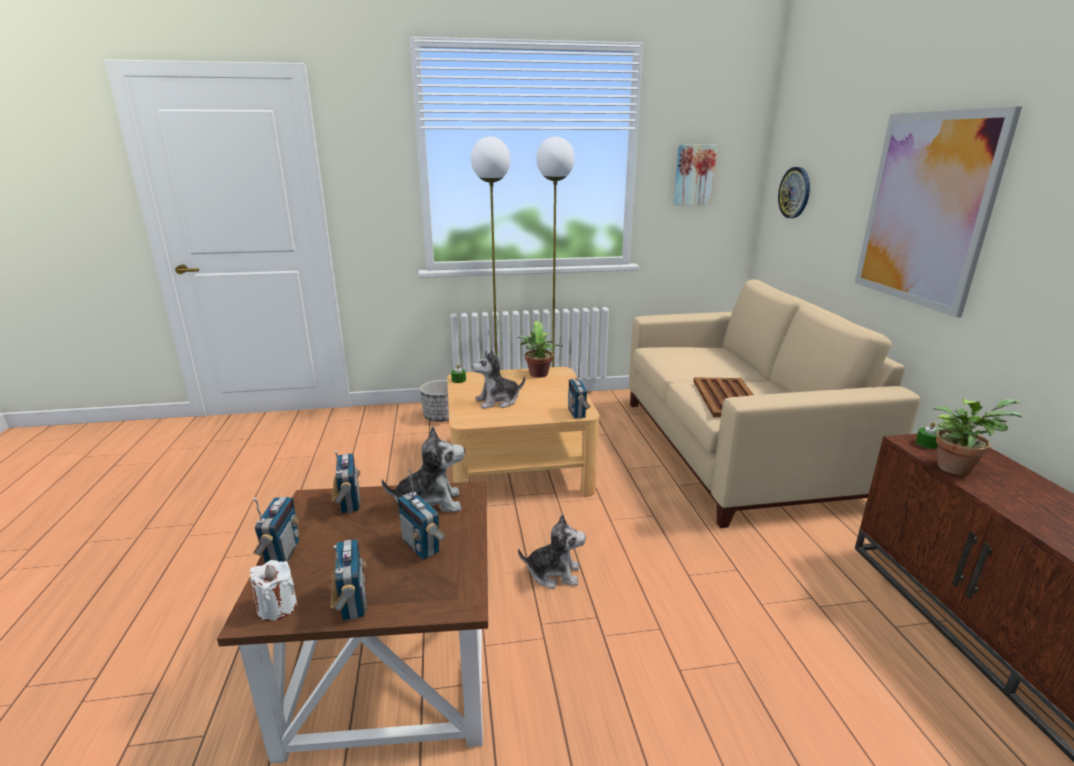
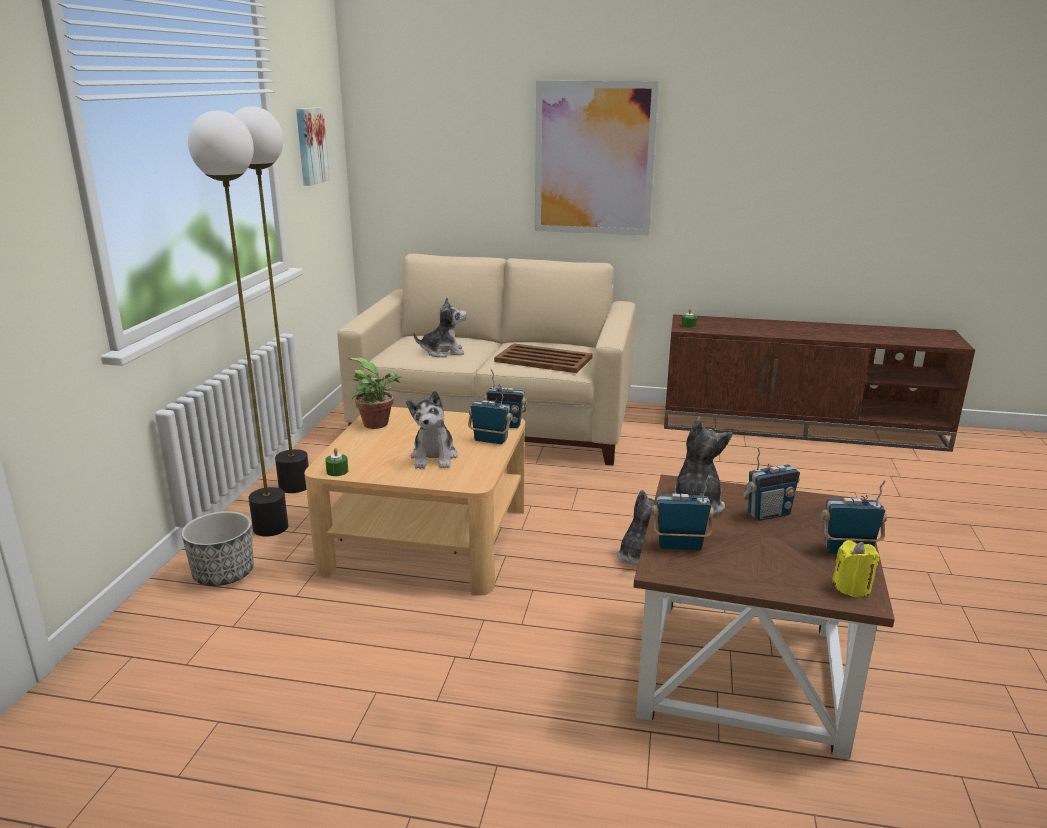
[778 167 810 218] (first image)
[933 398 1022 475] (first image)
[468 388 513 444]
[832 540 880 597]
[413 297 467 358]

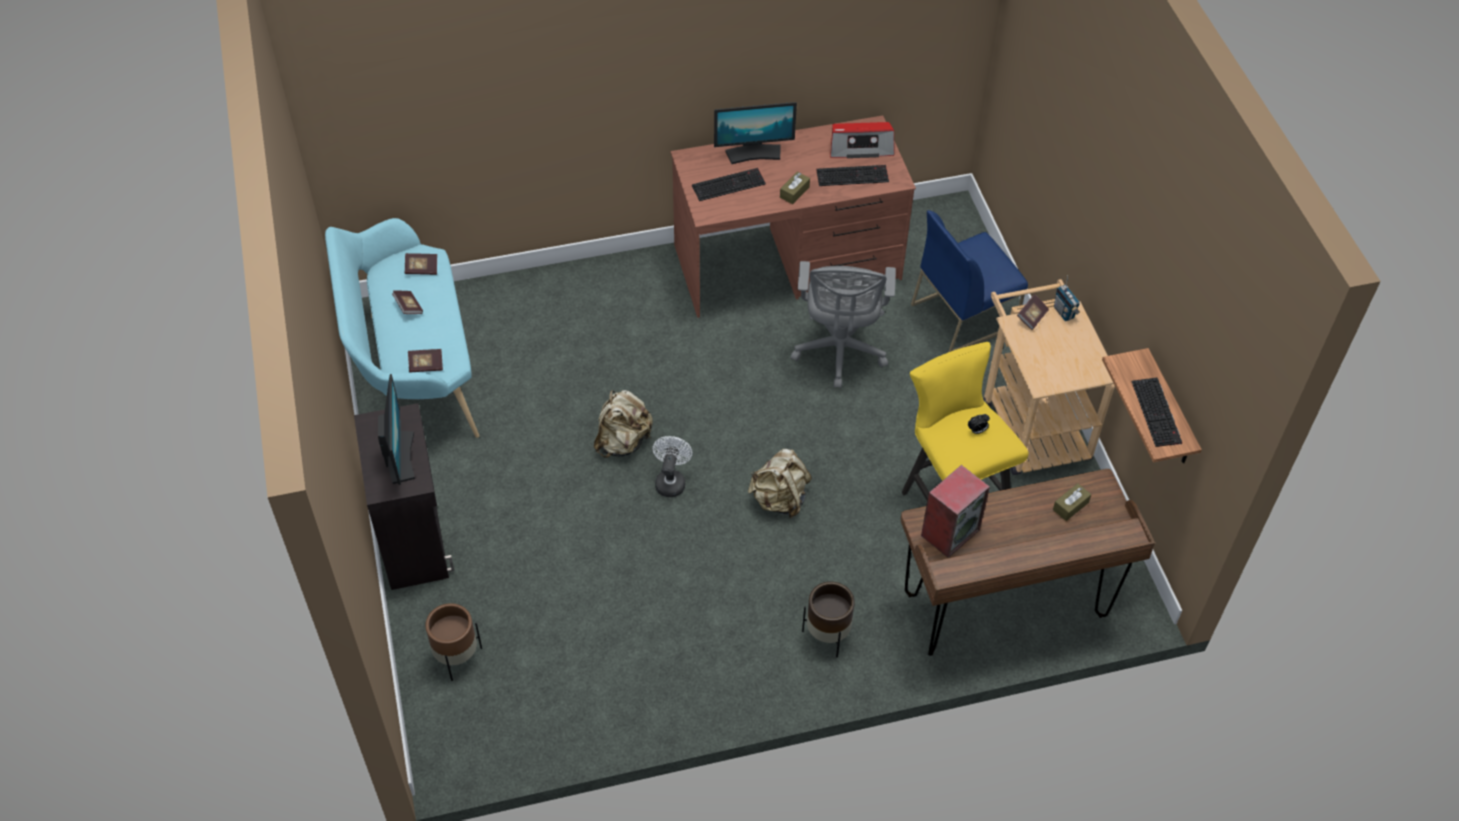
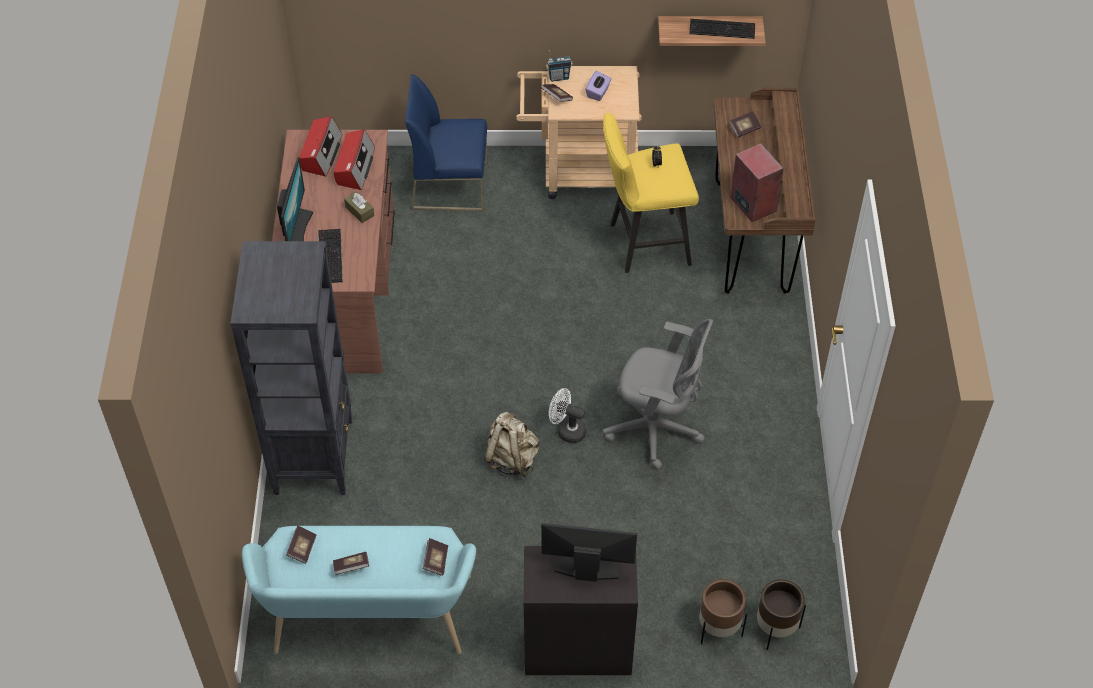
[334 129 375 190]
[405 74 487 212]
[603 319 713 470]
[748 449 812 518] (first image)
[729 111 761 138]
[757 579 806 650]
[585 71 611 101]
[230 241 352 495]

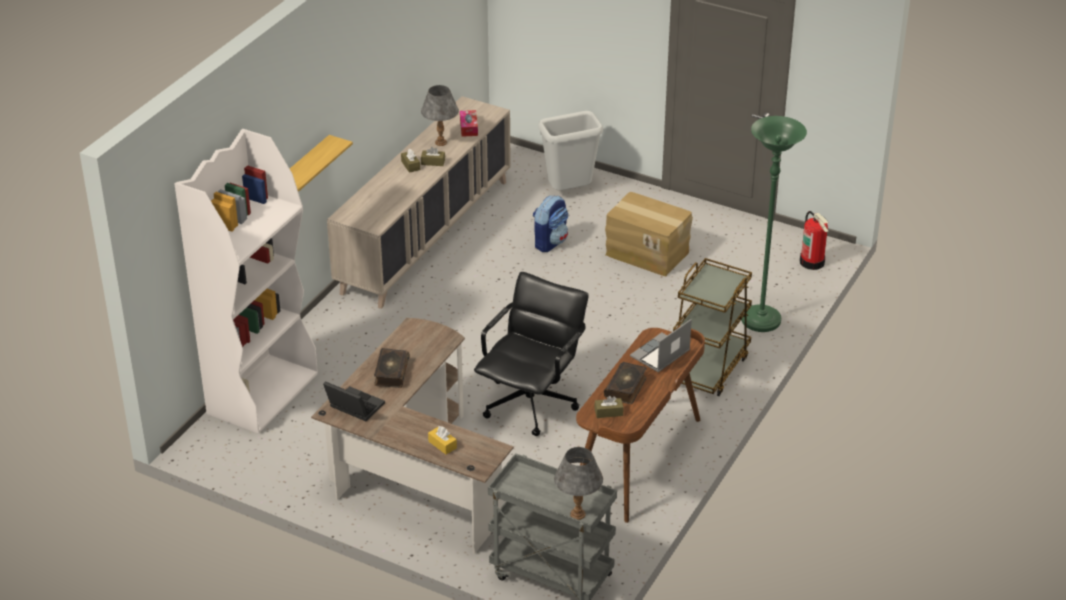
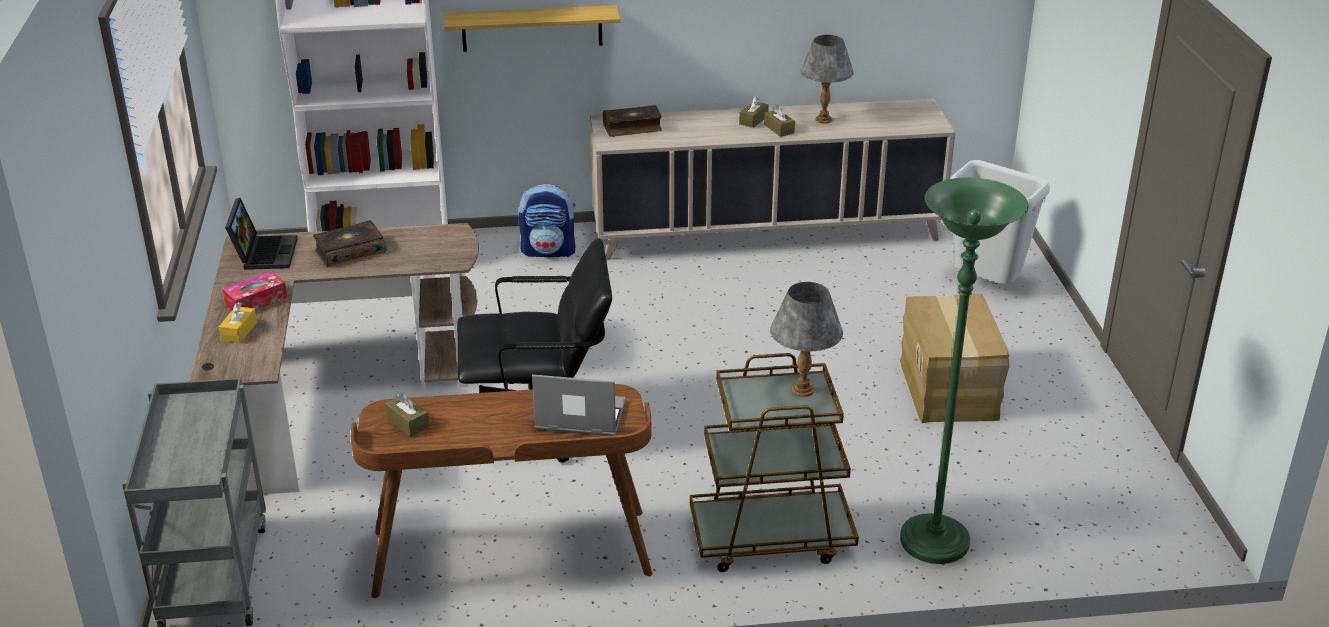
[223 271 287 310]
[519 184 575 257]
[800 211 829 270] (first image)
[603 105 662 137]
[770 282 843 397]

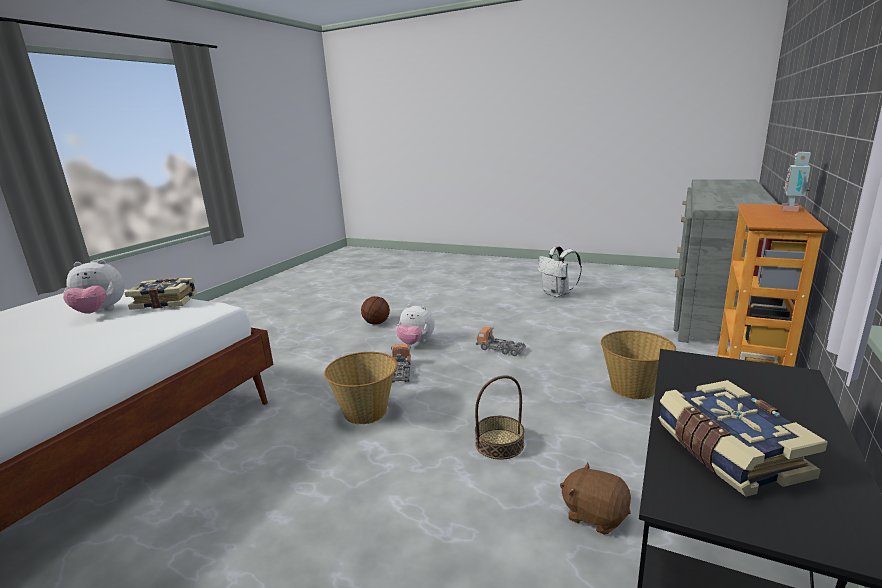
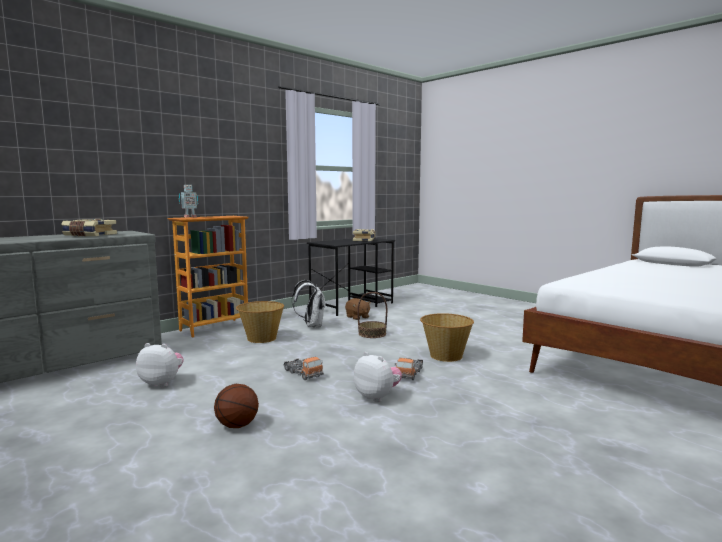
[292 280 326 328]
[136 343 184 387]
[61 219 117 237]
[214 384 259 428]

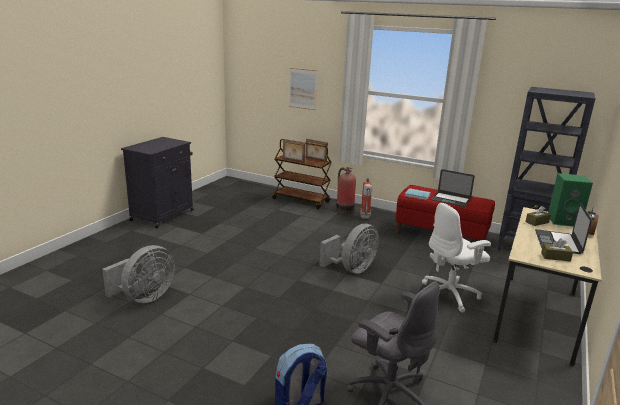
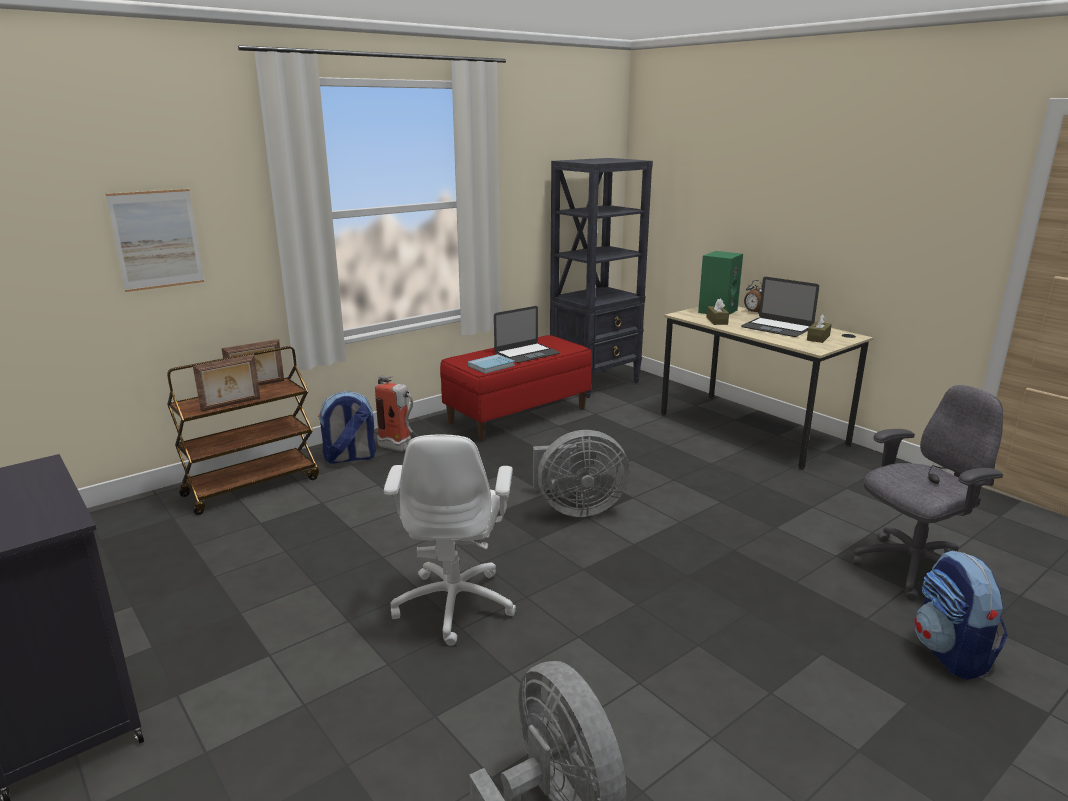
[318 391 376 464]
[384 435 516 646]
[533 430 629 517]

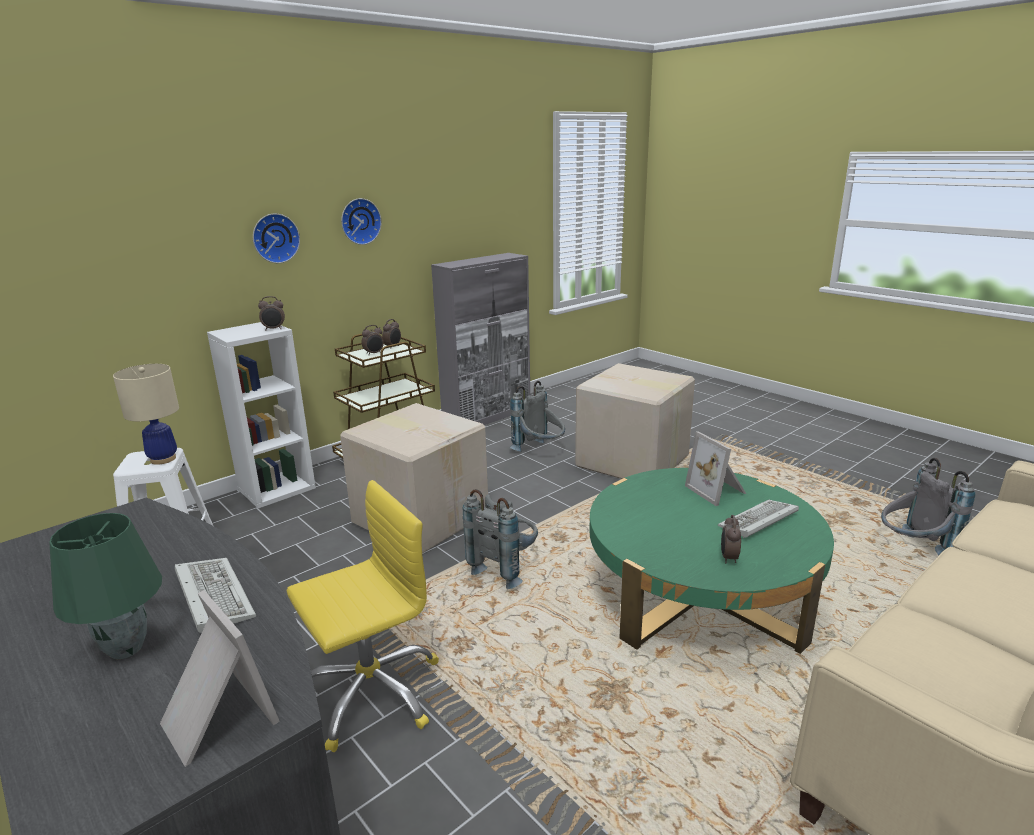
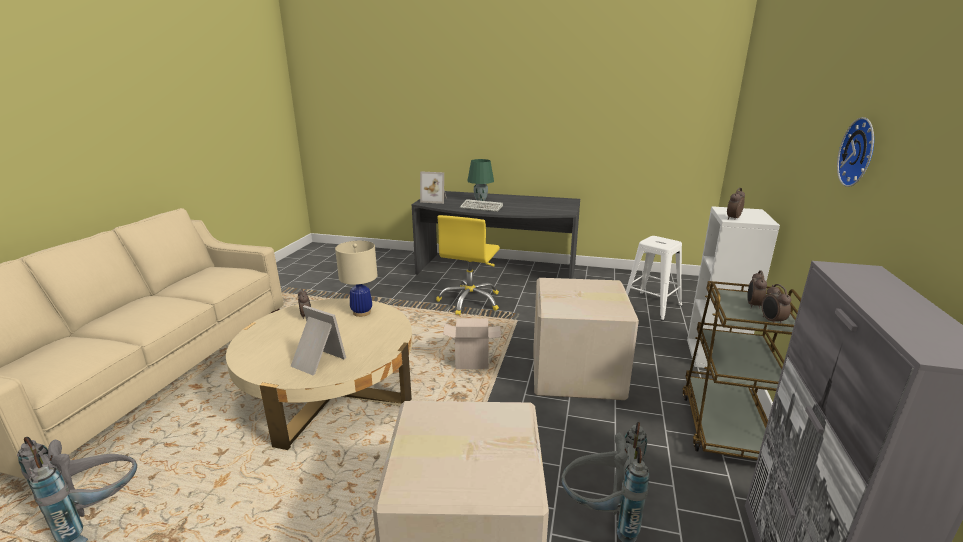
[253 213 300 263] (first image)
[335 241 378 317]
[226 298 412 450]
[443 319 501 369]
[718 500 799 538] (first image)

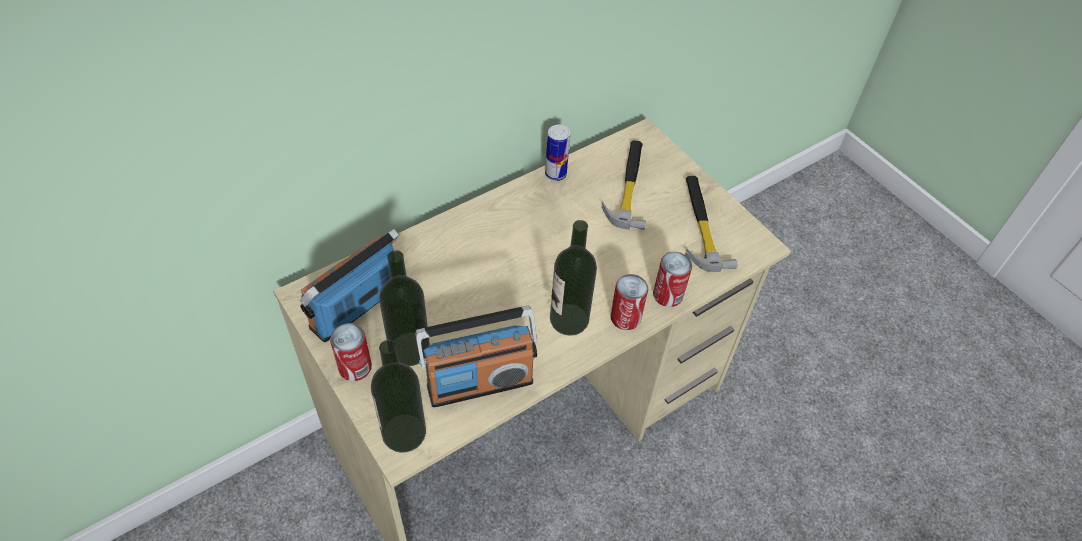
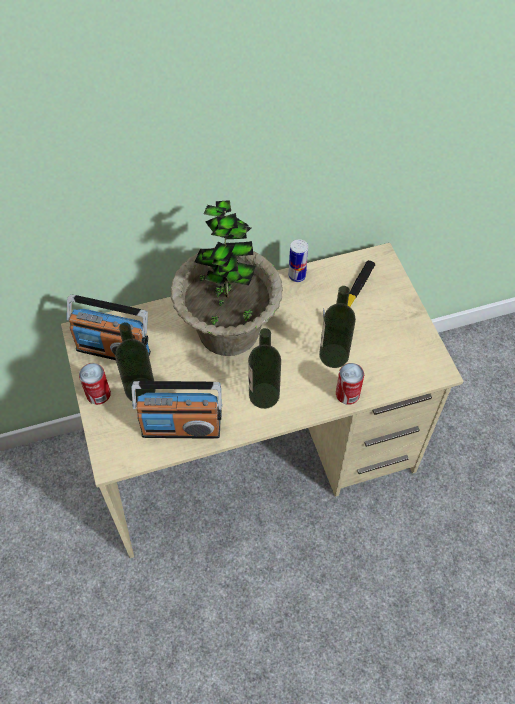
[685 176 737 272] (first image)
[67 294 151 360]
[610 274 648 330] (first image)
[319 286 356 368]
[171 200 283 356]

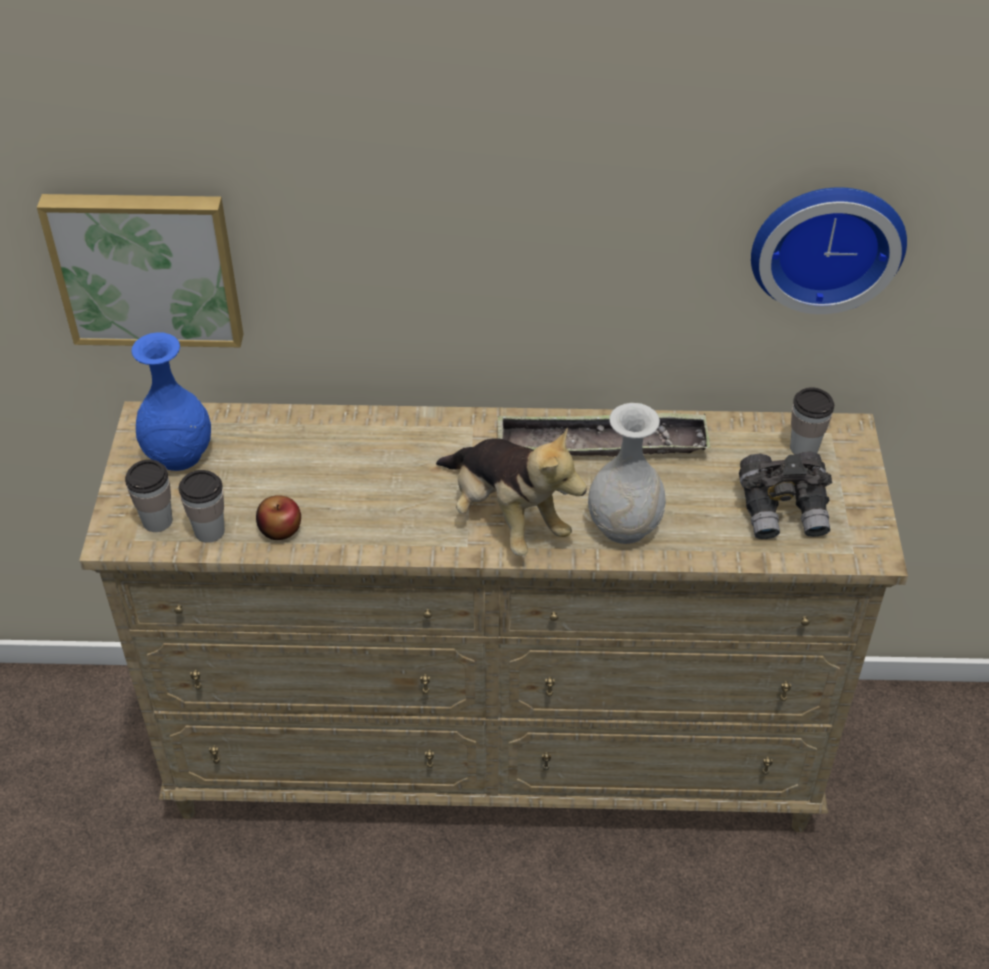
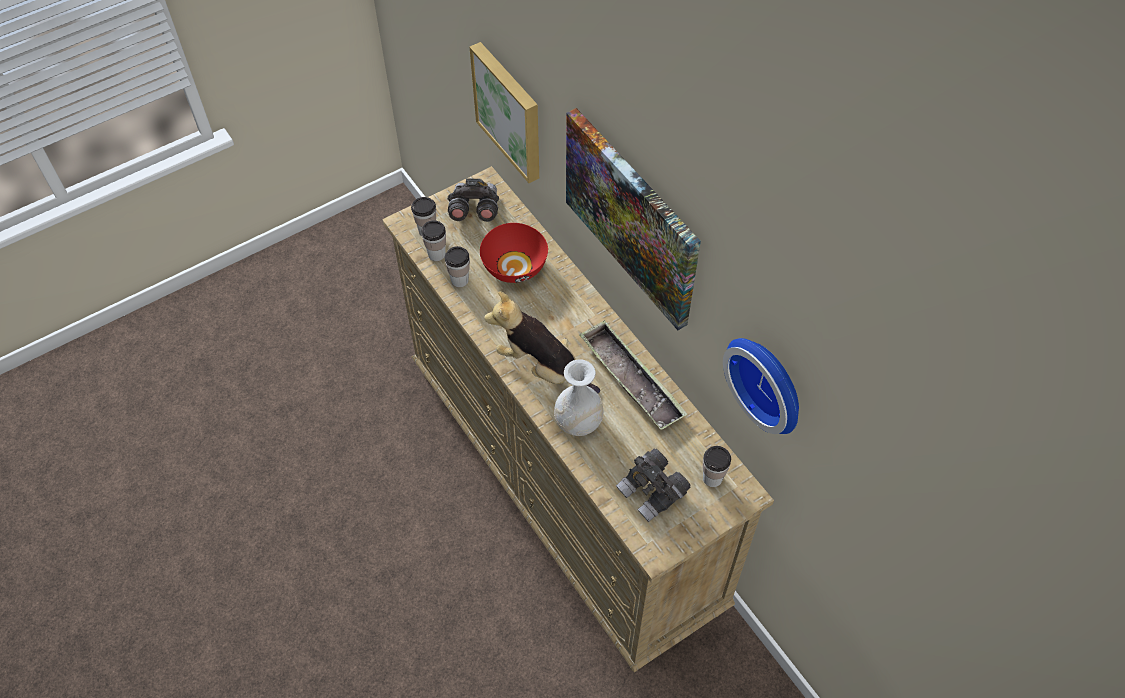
[448 178 499 222]
[484 291 600 394]
[445 246 470 287]
[566 108 701 330]
[480 223 548 283]

